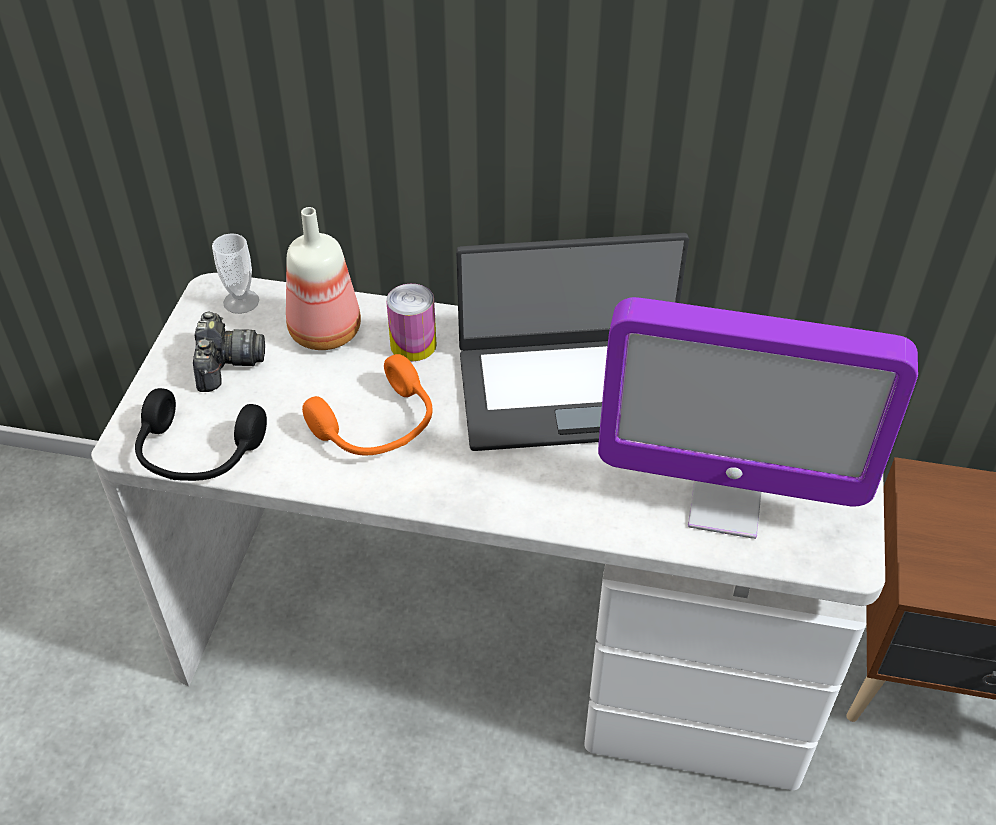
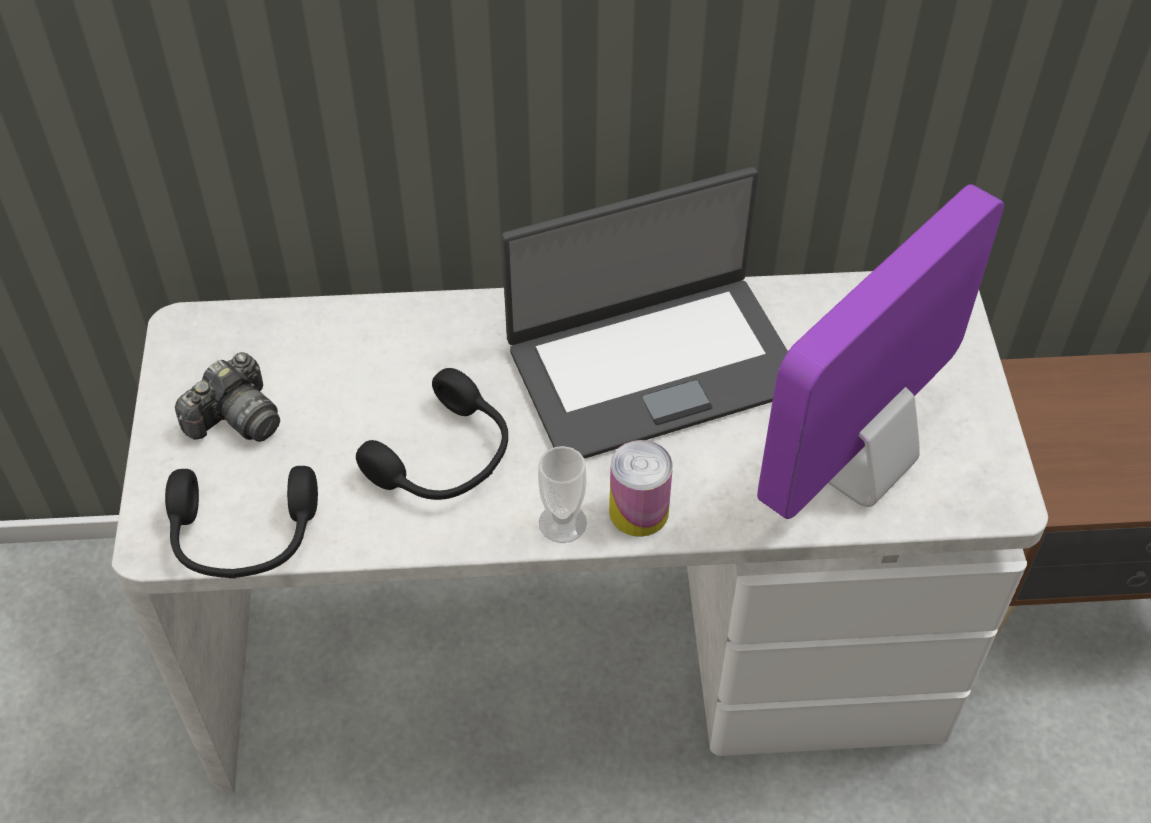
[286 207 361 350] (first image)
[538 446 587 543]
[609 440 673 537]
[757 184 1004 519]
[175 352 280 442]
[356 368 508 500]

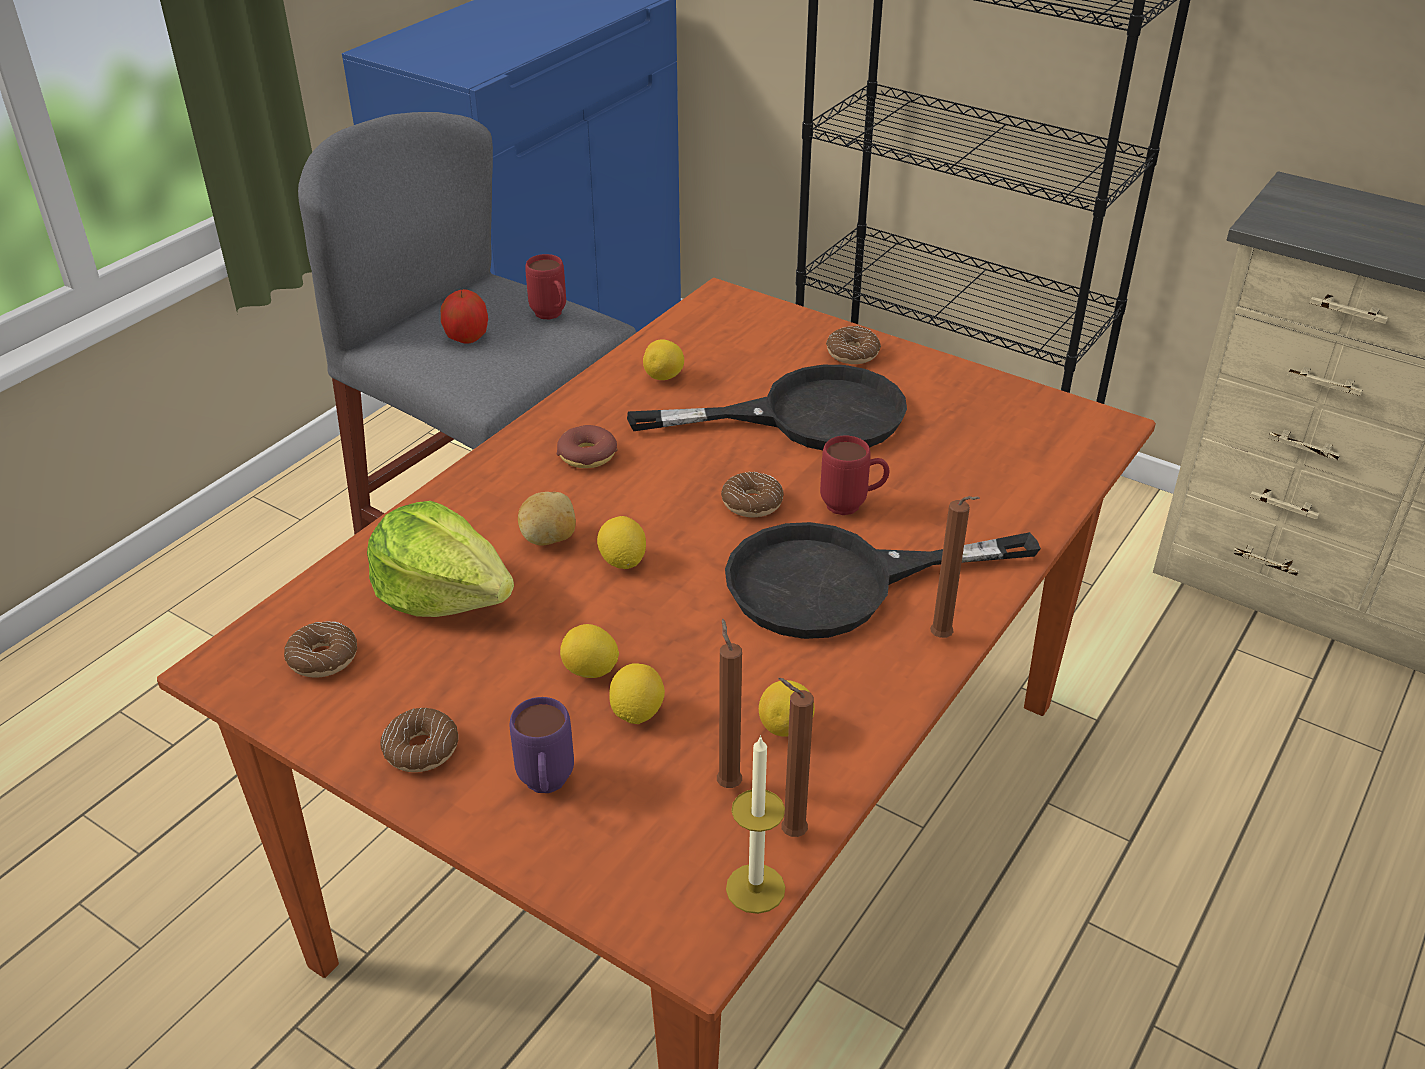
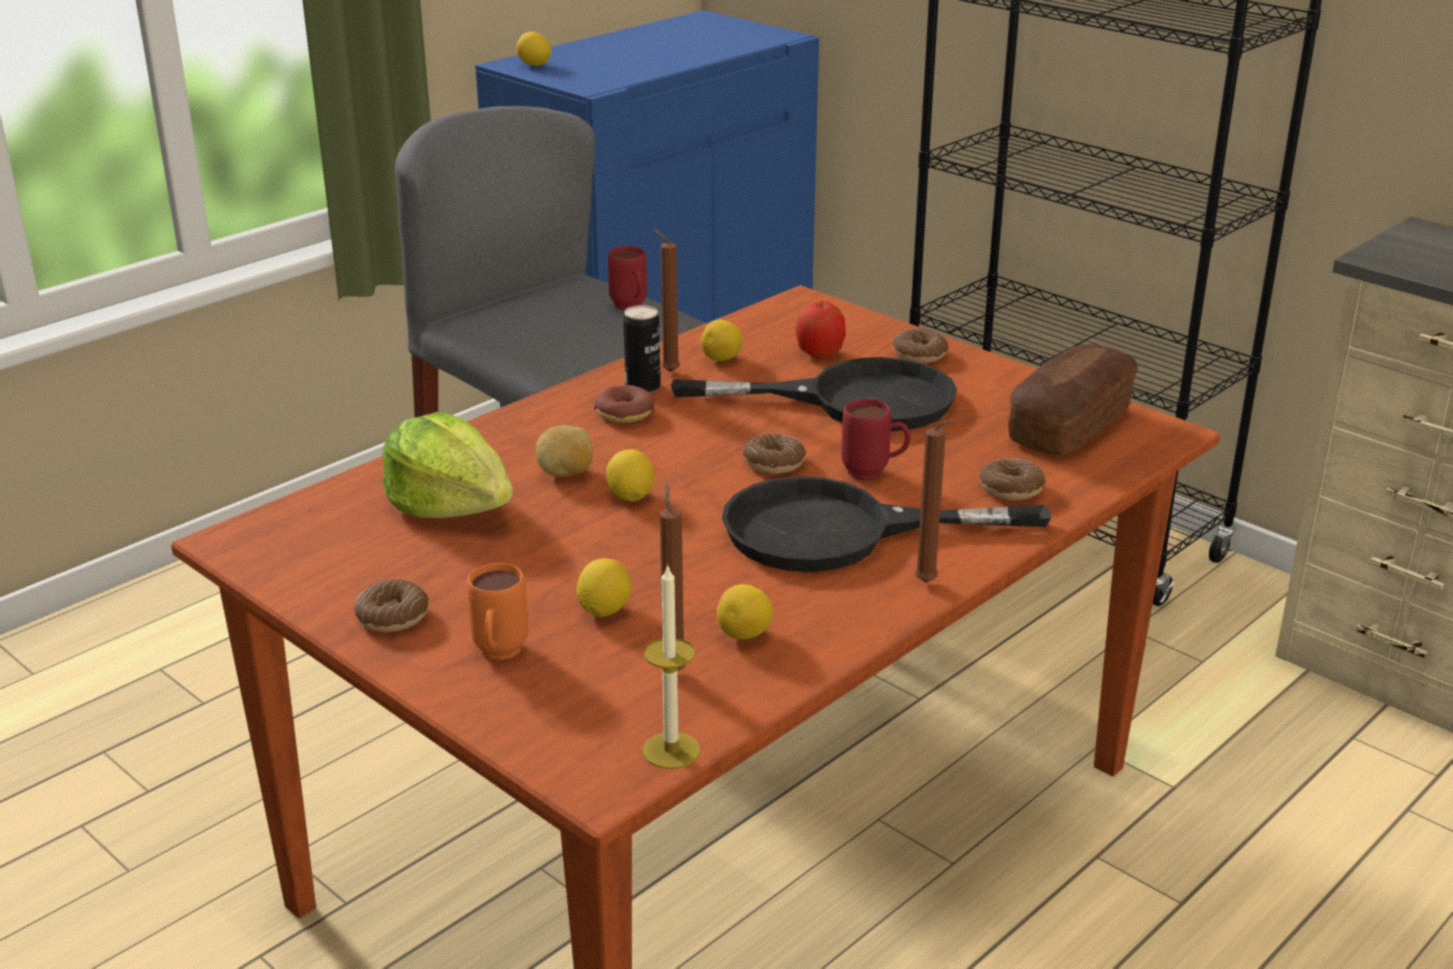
[796 301 846 359]
[979 459 1046 500]
[516 32 552 66]
[653 228 680 372]
[467 563 529 660]
[623 305 661 393]
[1009 344 1138 456]

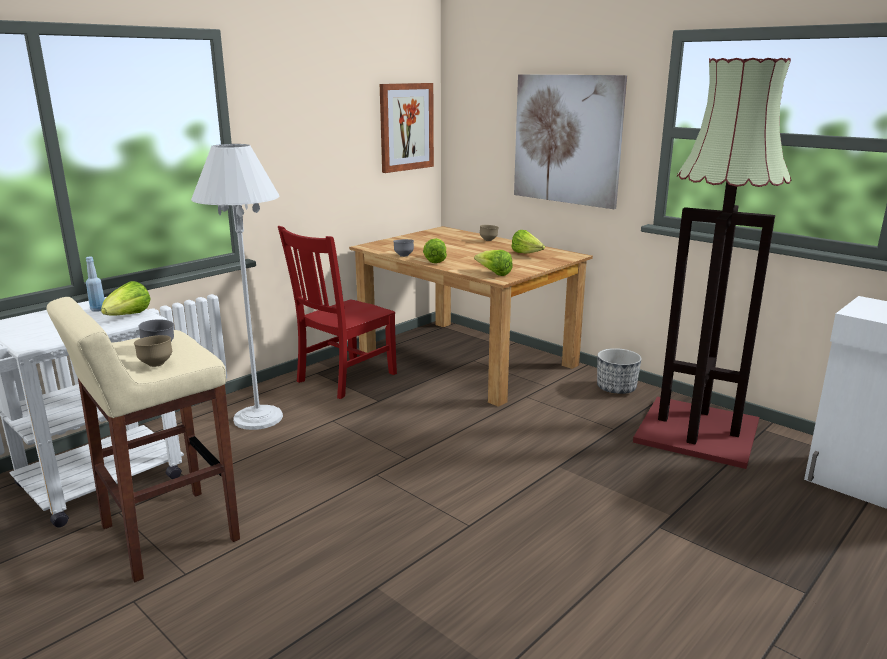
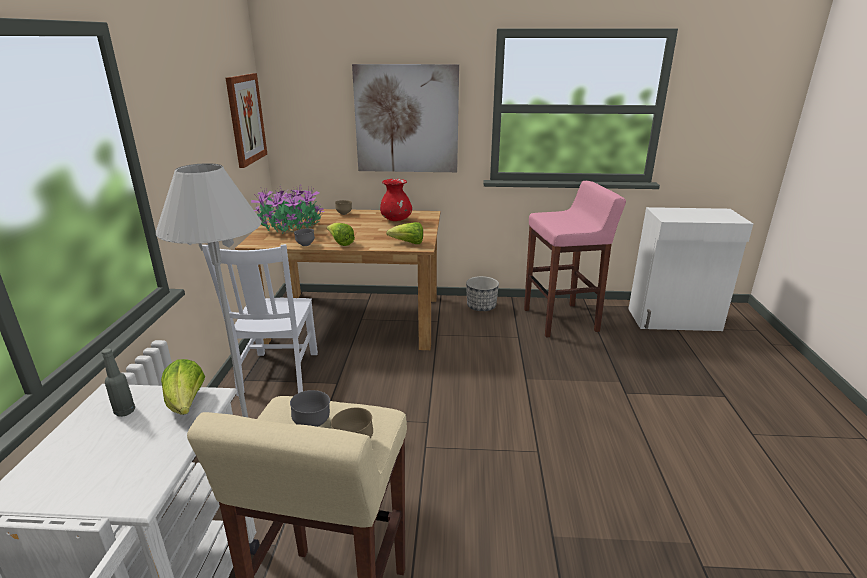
[524 181 626 338]
[202 244 318 396]
[380 179 412 221]
[102 348 135 417]
[251 186 324 234]

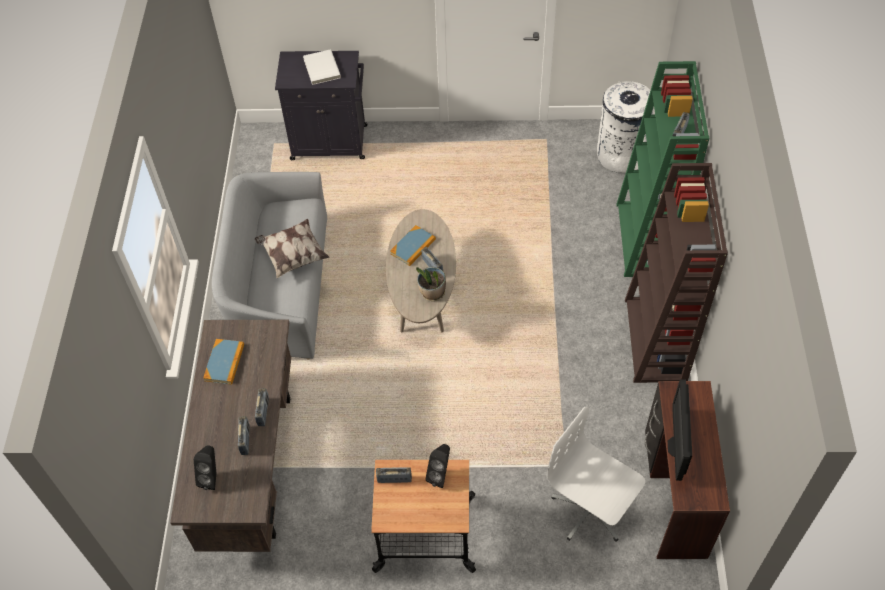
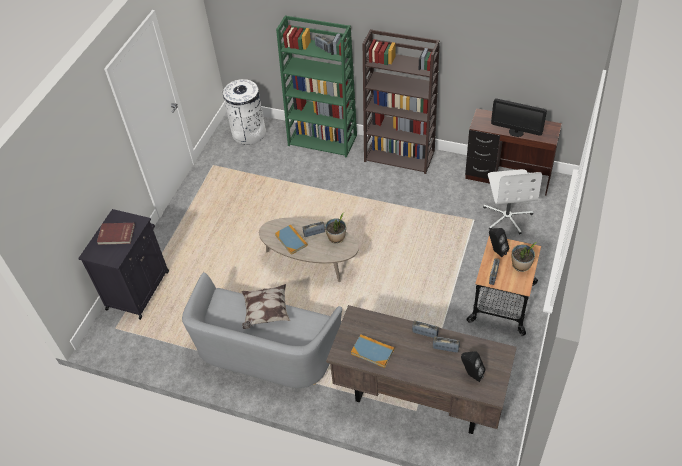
[97 223 135 245]
[483 169 542 234]
[512 242 537 272]

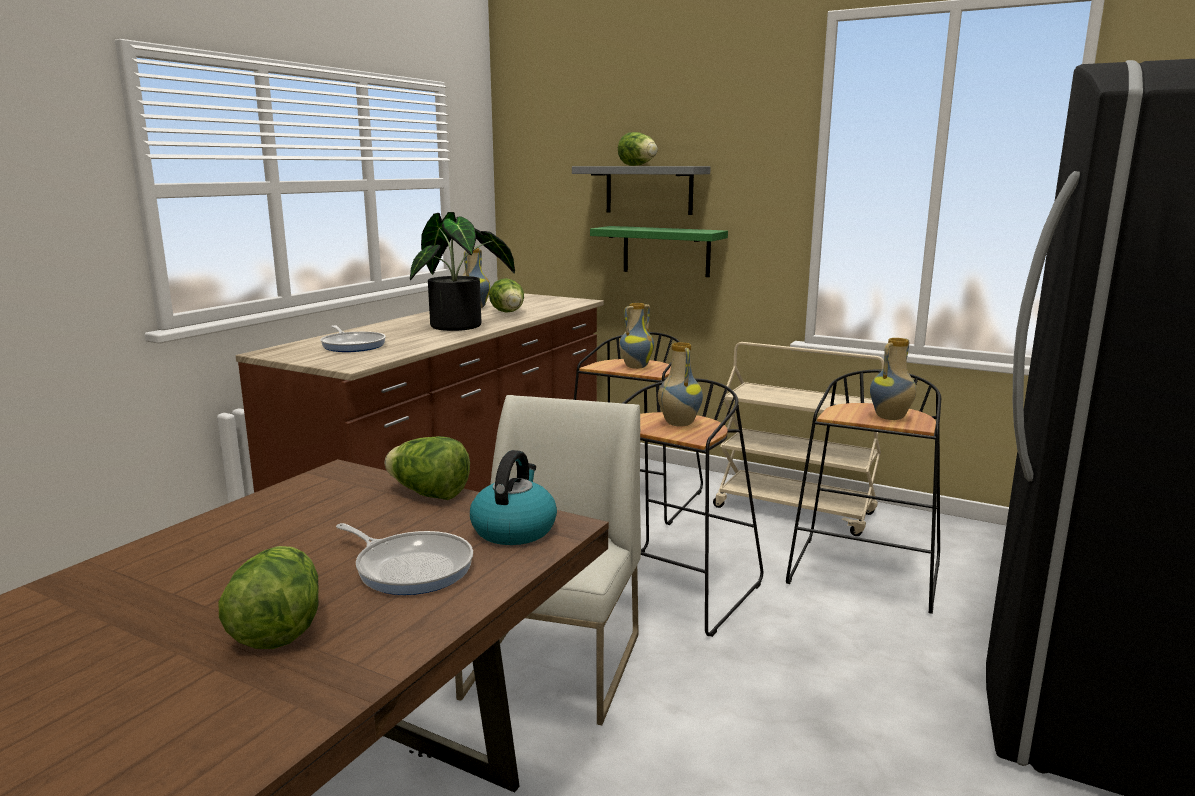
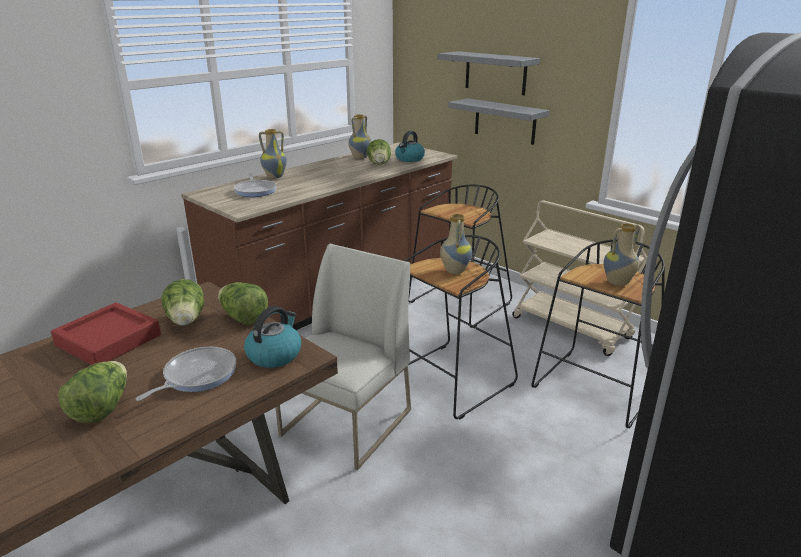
[161 279 204 326]
[410 212 515 331] (first image)
[448 98 549 145]
[259 129 287 179]
[136 347 236 401]
[395 131 425 162]
[51 302 161 365]

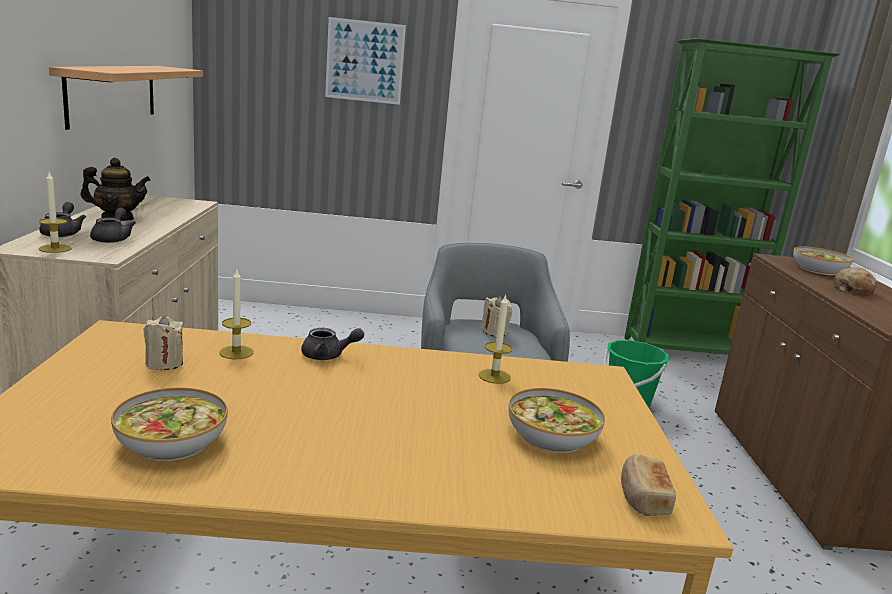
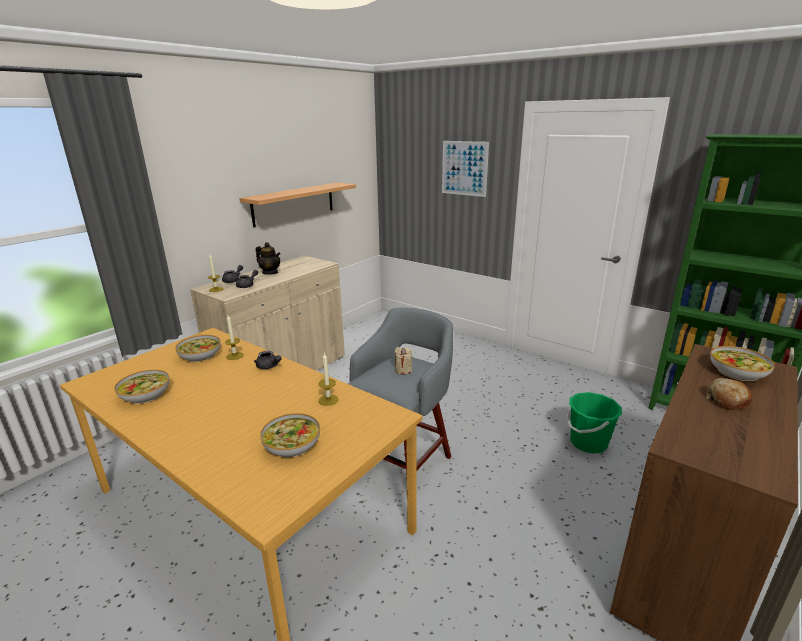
[175 335 221 362]
[621 454 676 516] (first image)

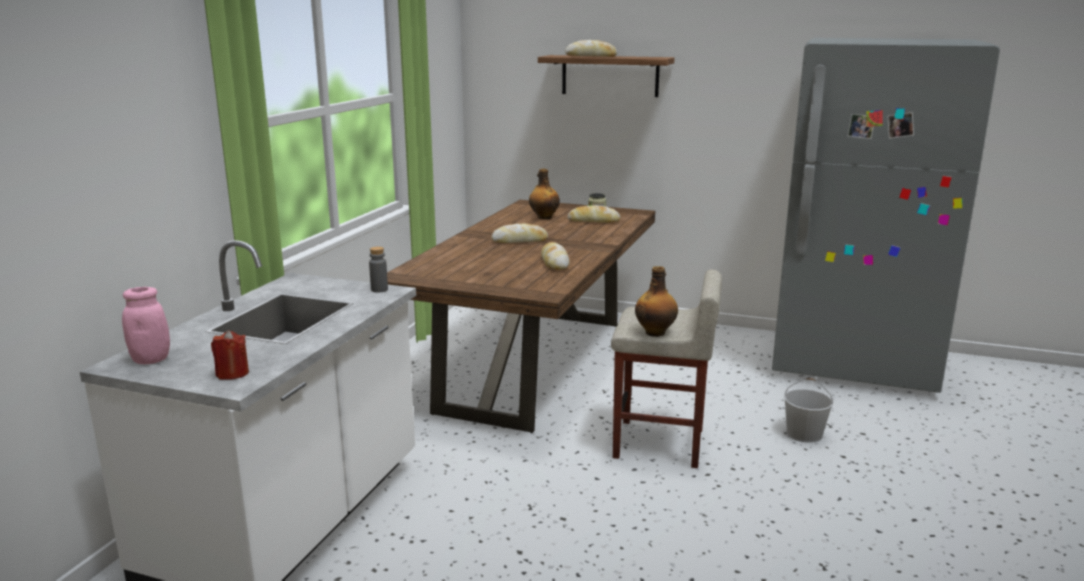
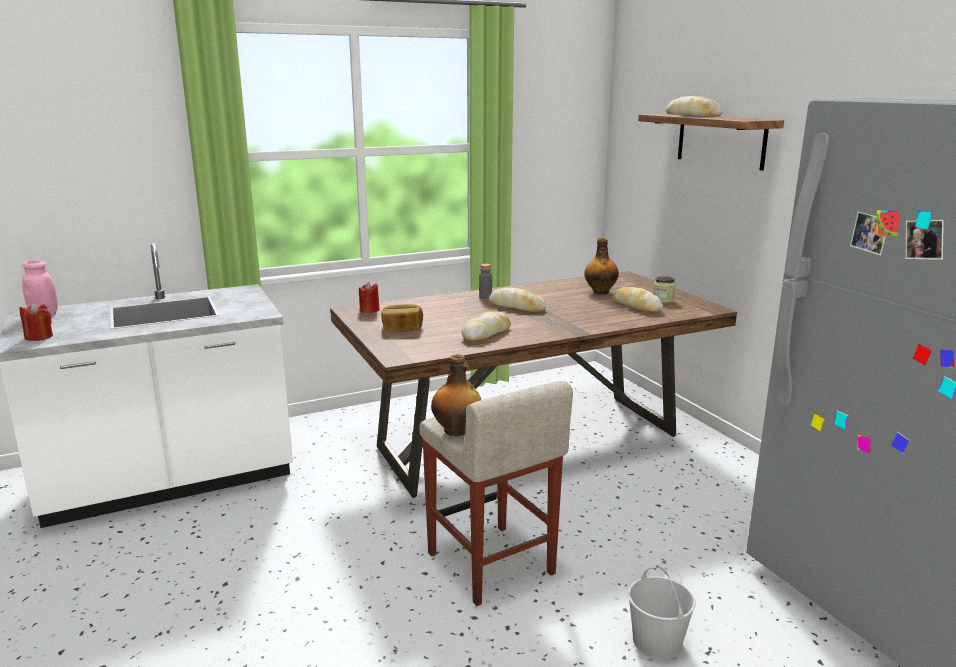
[479 264 492 299]
[359 282 380 313]
[381 304 423 330]

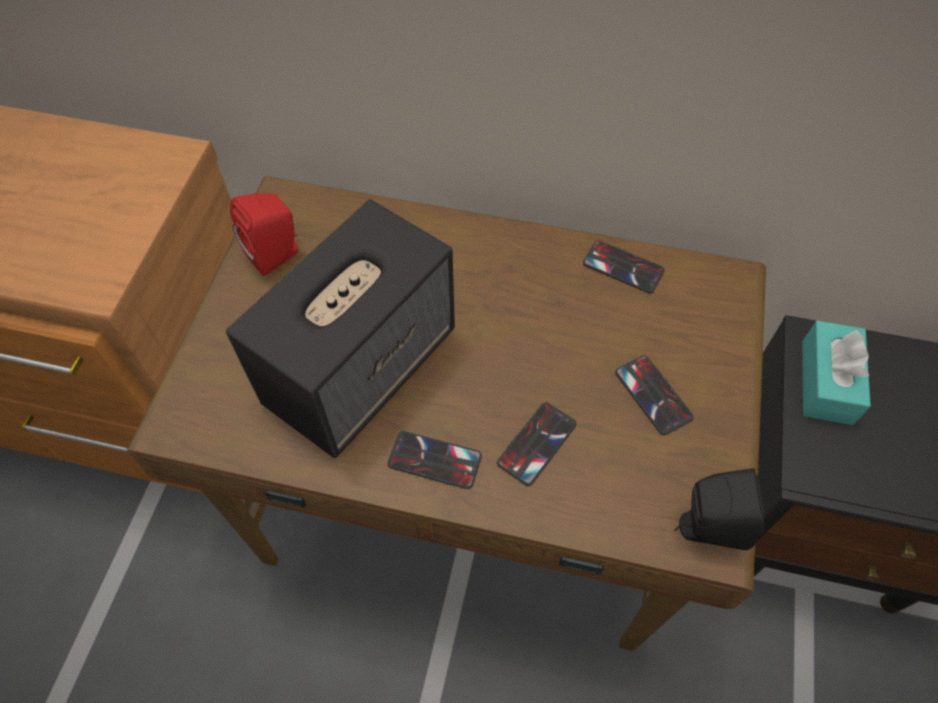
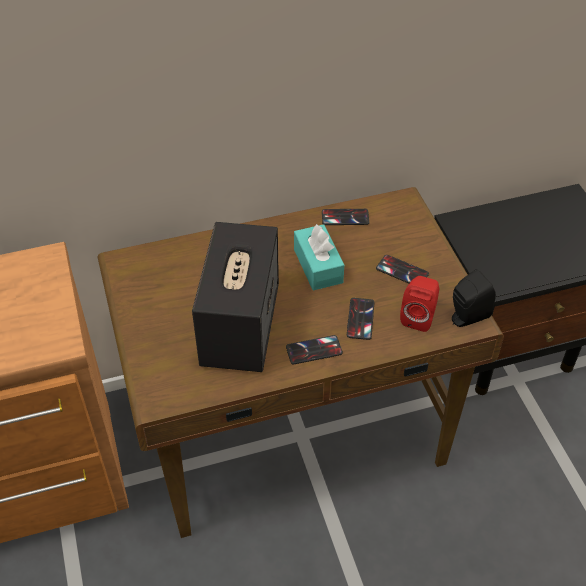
[400 276 440 332]
[294 224 344 290]

